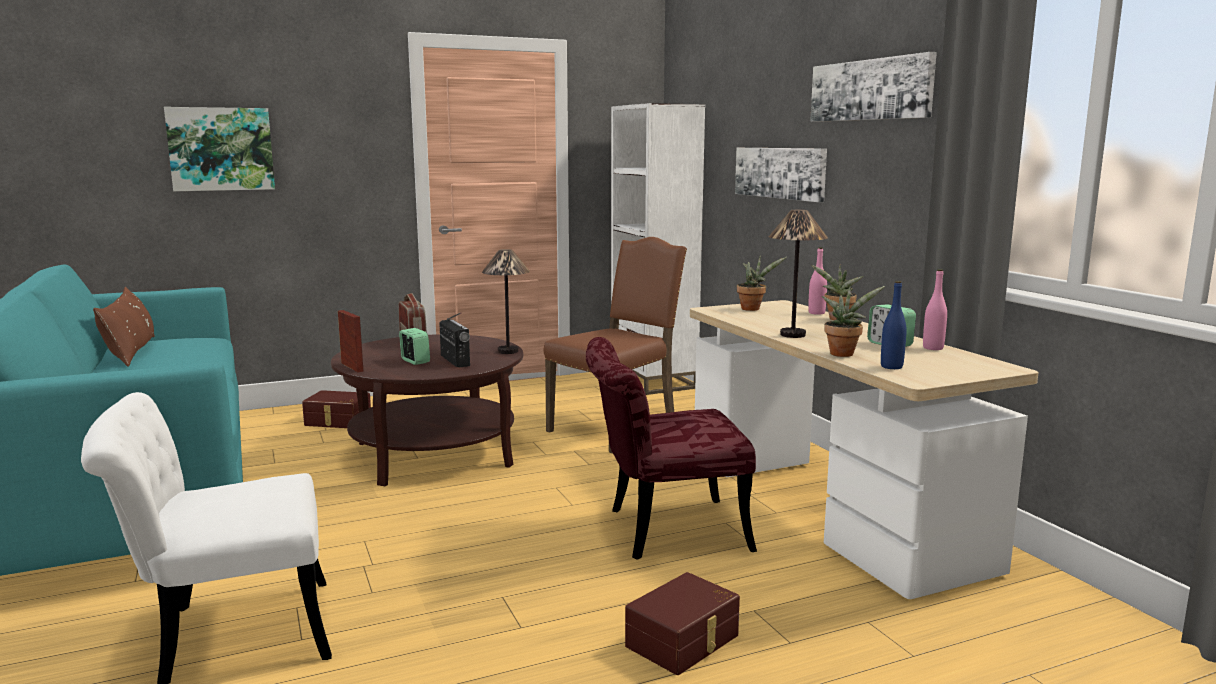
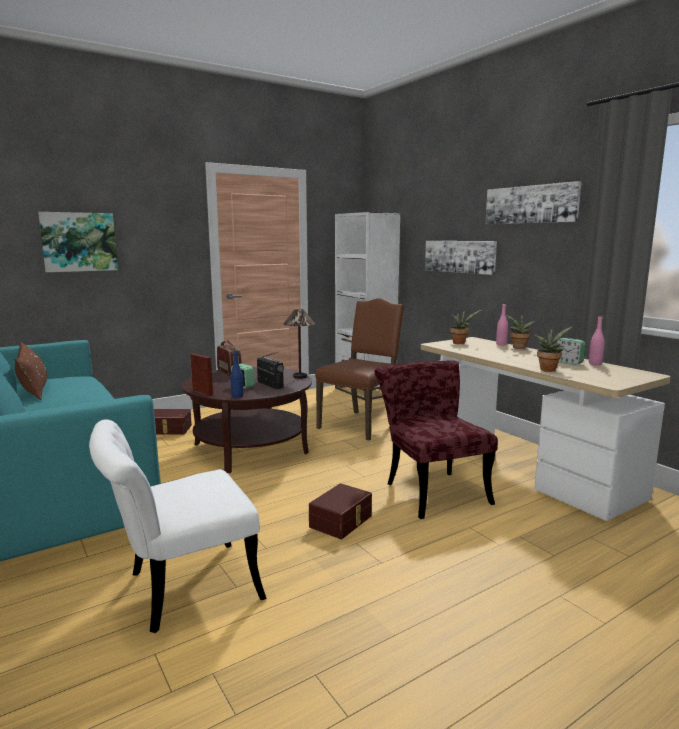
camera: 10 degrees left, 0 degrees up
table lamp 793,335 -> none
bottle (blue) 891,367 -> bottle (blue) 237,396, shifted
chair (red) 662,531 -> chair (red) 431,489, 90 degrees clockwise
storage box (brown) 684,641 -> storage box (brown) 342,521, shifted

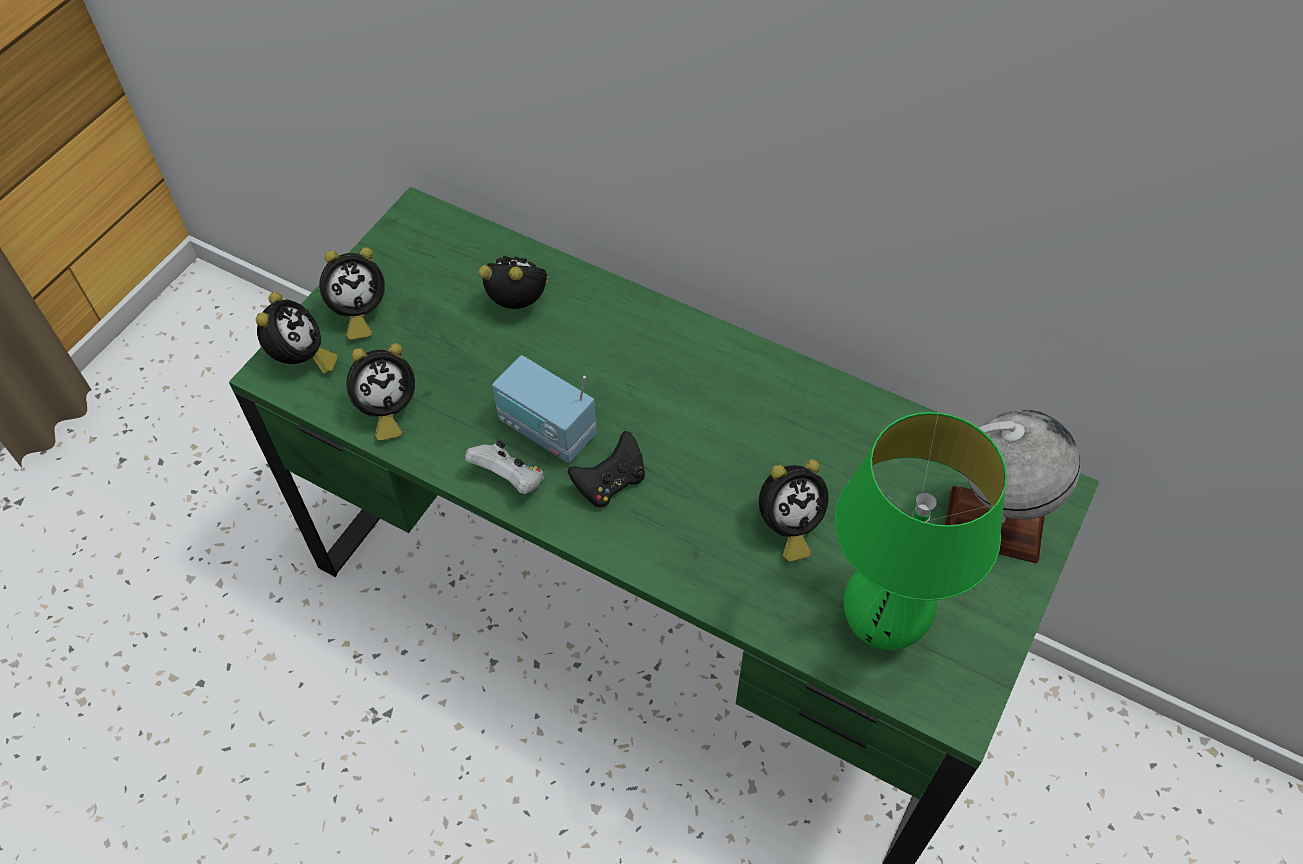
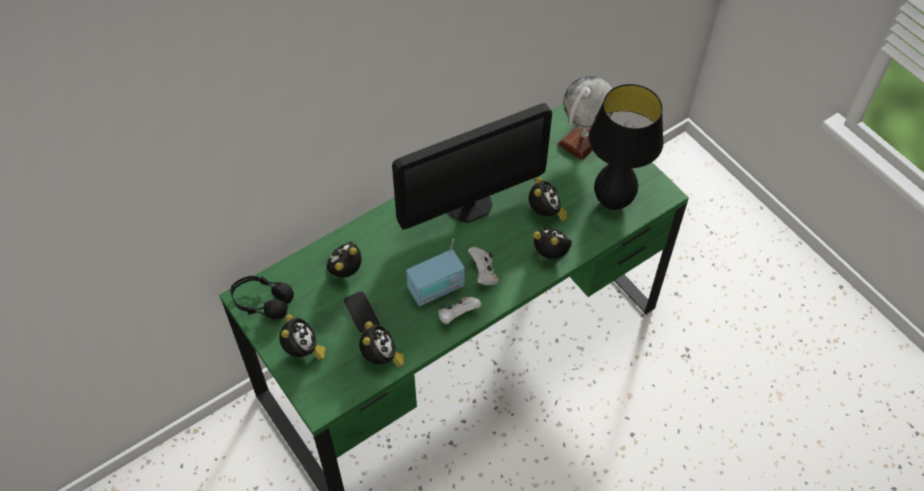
camera: 65 degrees left, 0 degrees up
alarm clock 301,360 -> alarm clock 552,254, shifted
table lamp (green) 880,626 -> table lamp (black) 612,202
game controller (black) 610,483 -> game controller (white) 483,273
none -> monitor 470,205
none -> headphones (black) 262,302
none -> phone 362,313

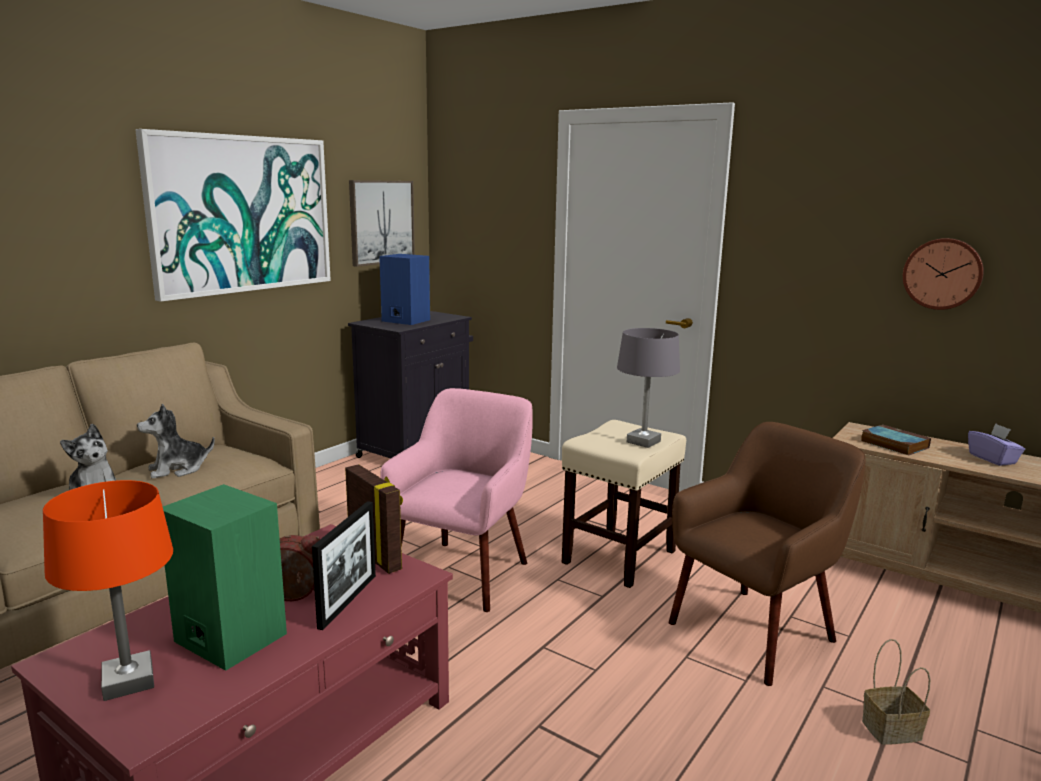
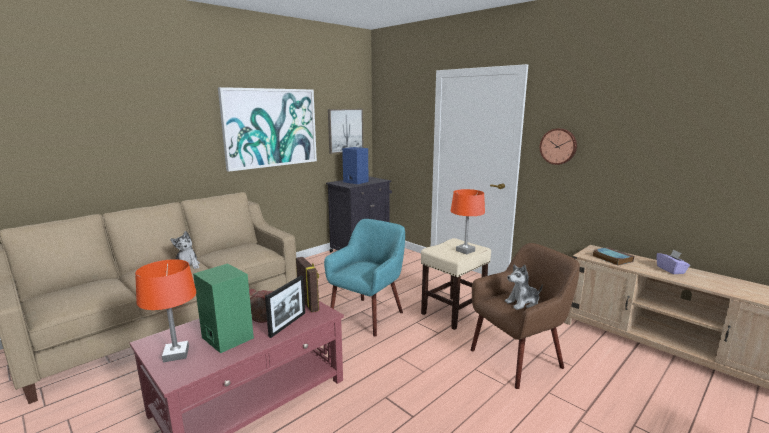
camera: 10 degrees right, 0 degrees up
wall clock 942,273 -> wall clock 558,146, shifted
table lamp (grey) 644,442 -> table lamp (orange) 465,251
armchair (pink) 463,573 -> armchair (turquoise) 368,315
plush toy 177,469 -> plush toy 523,303, shifted
basket 890,731 -> none

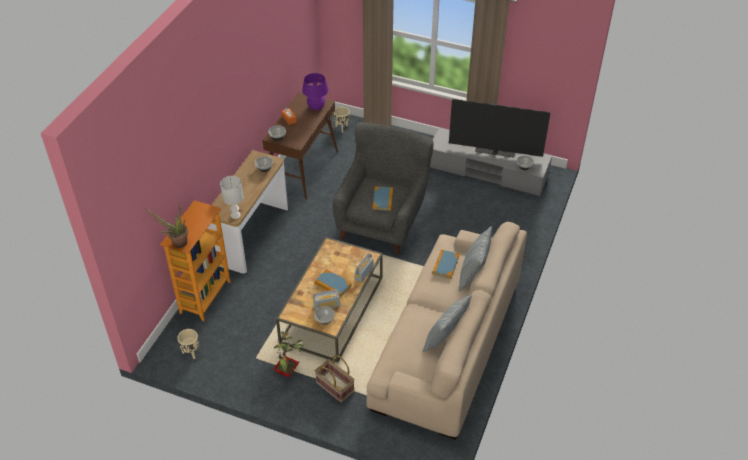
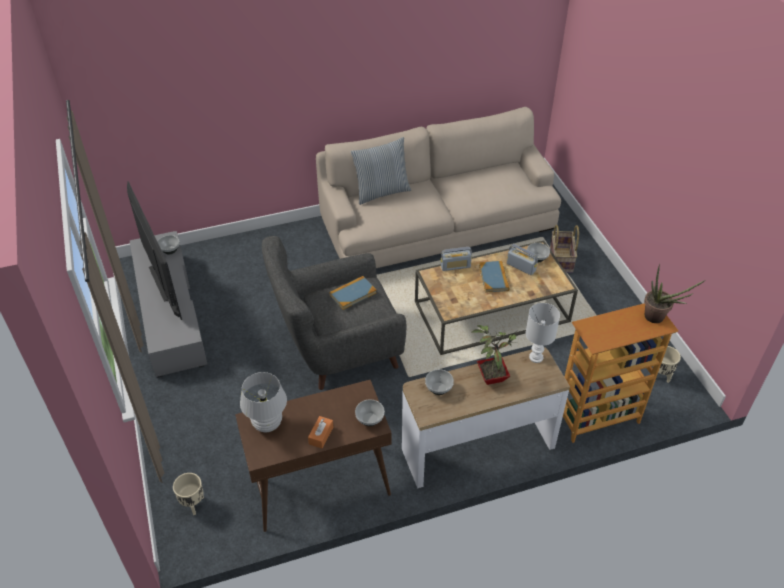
camera: 130 degrees left, 0 degrees up
table lamp (purple) 316,107 -> table lamp (white) 267,424
book 445,265 -> none
pillow 445,339 -> none
potted plant 288,372 -> potted plant 491,376, shifted

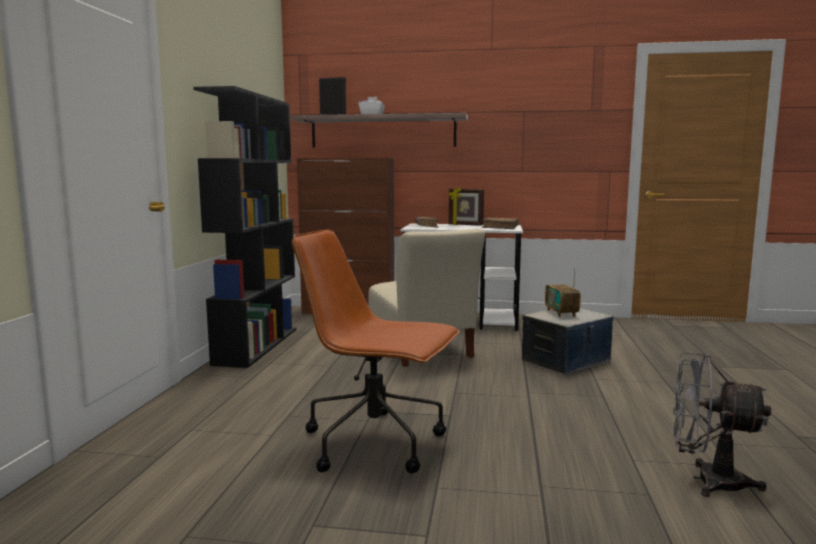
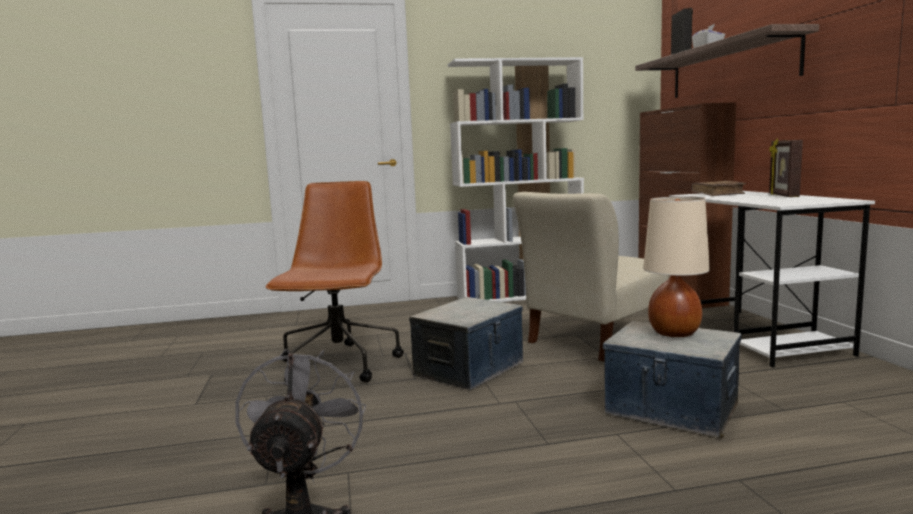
camera: 70 degrees right, 0 degrees up
bookcase (black) 257,345 -> bookcase (white) 520,295
book (brown) 500,227 -> none
radio 561,313 -> table lamp (beige) 674,333
none -> storage box 470,369

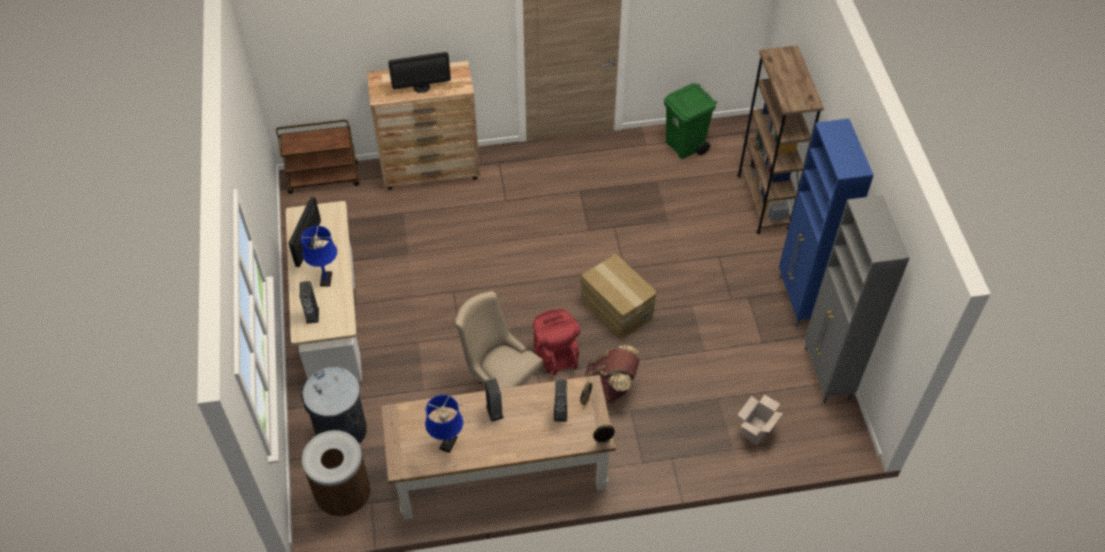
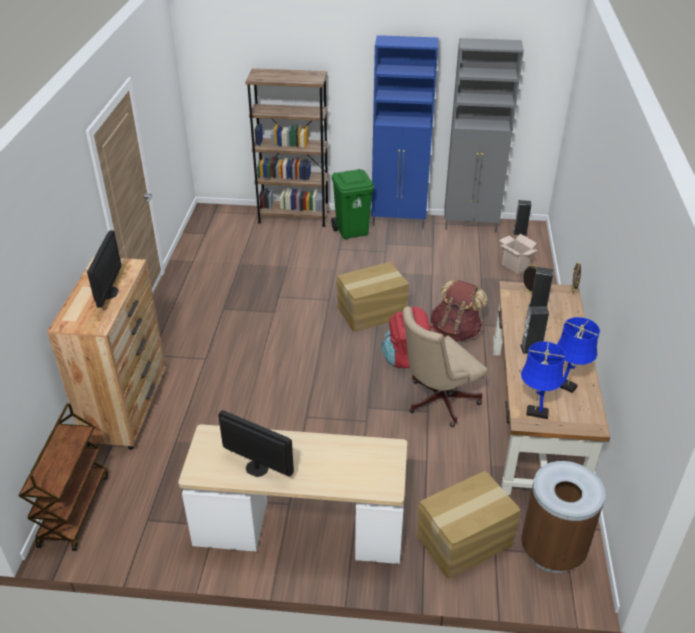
camera: 75 degrees left, 15 degrees down
trash can (green) 685,146 -> trash can (green) 352,231, shifted
table lamp (blue) 326,277 -> table lamp (blue) 535,412, shifted
speaker 312,315 -> speaker 520,232, shifted
trash can (grey) 341,430 -> cardboard box 465,541

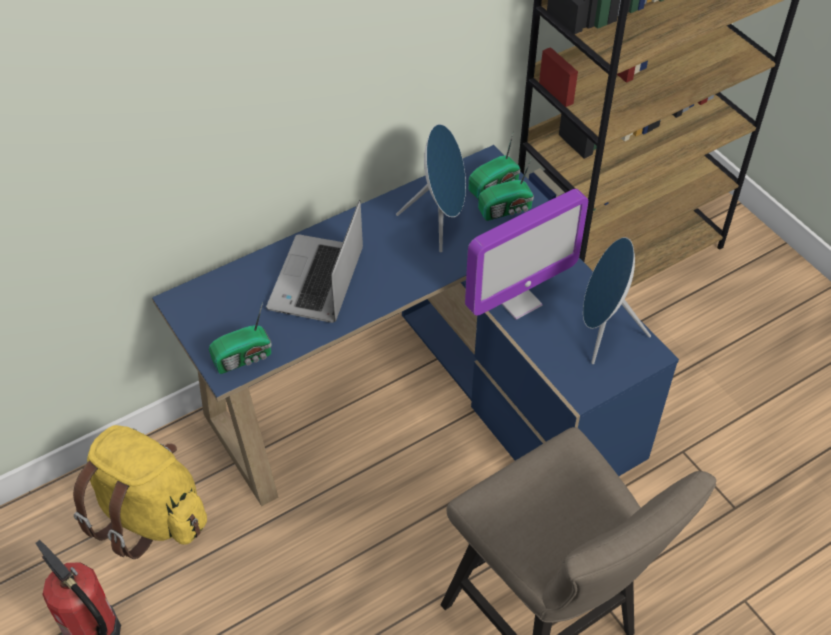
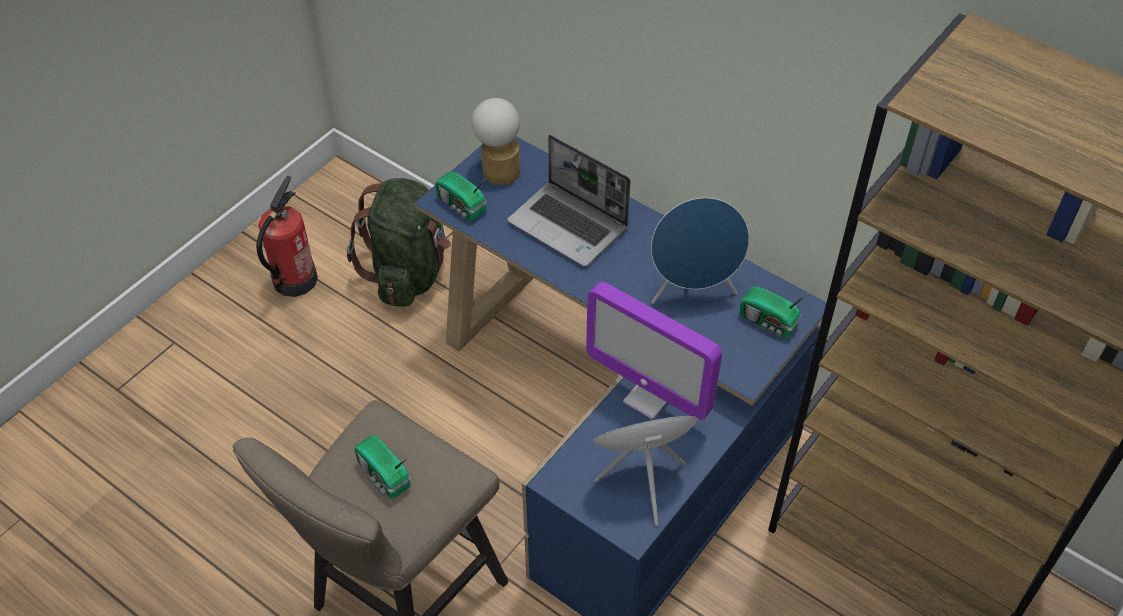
camera: 70 degrees right, 0 degrees up
radio 507,209 -> radio 383,476, shifted
laptop 317,281 -> laptop 569,225, 135 degrees counterclockwise
backpack (yellow) 149,515 -> backpack (green) 408,273
none -> table lamp 499,168

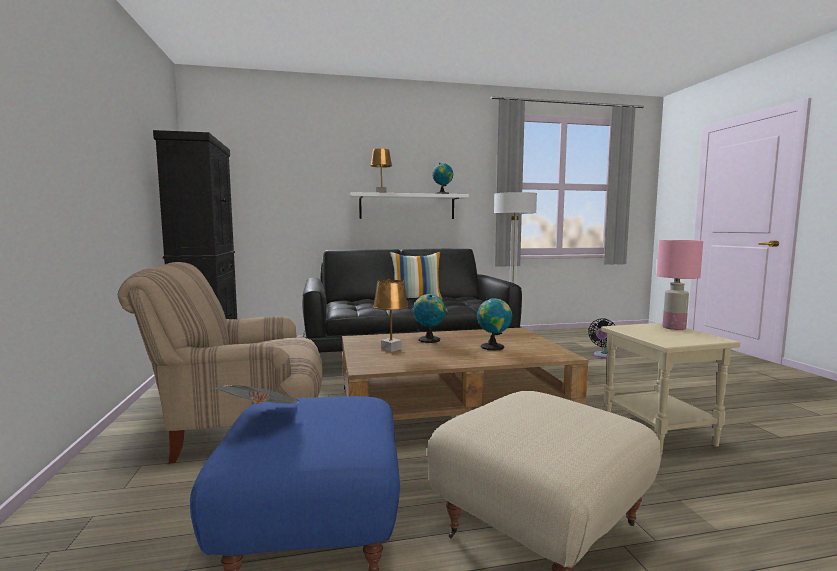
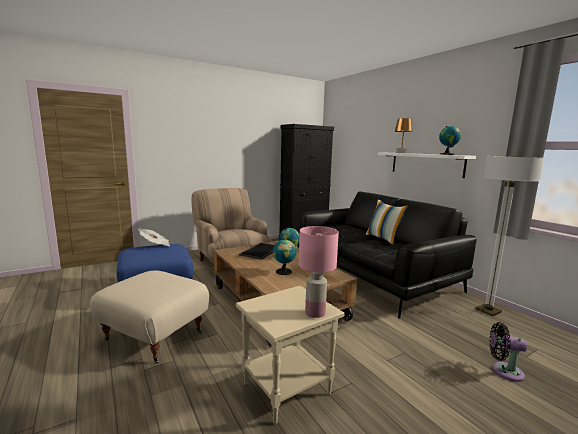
camera: 70 degrees right, 5 degrees up
table lamp (brown) 391,349 -> tray 261,251

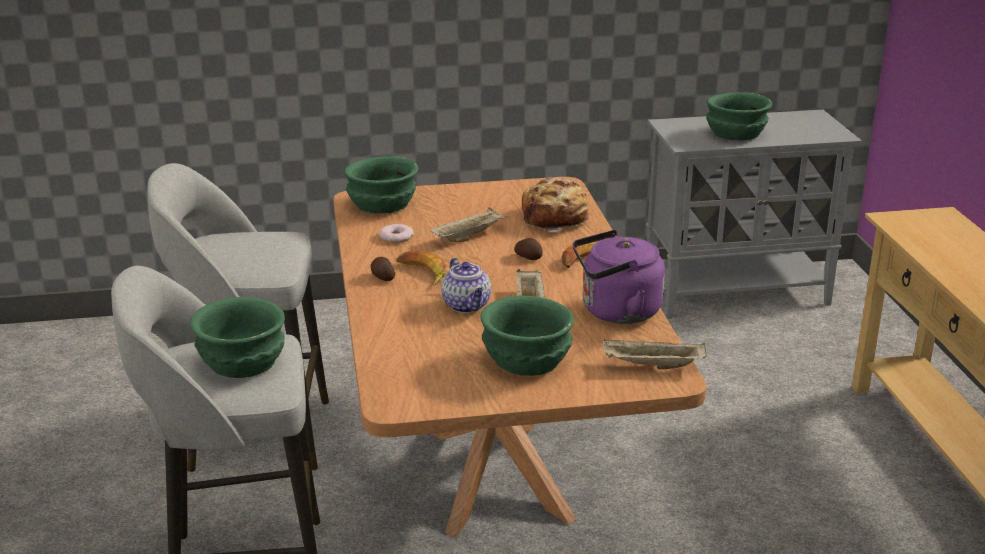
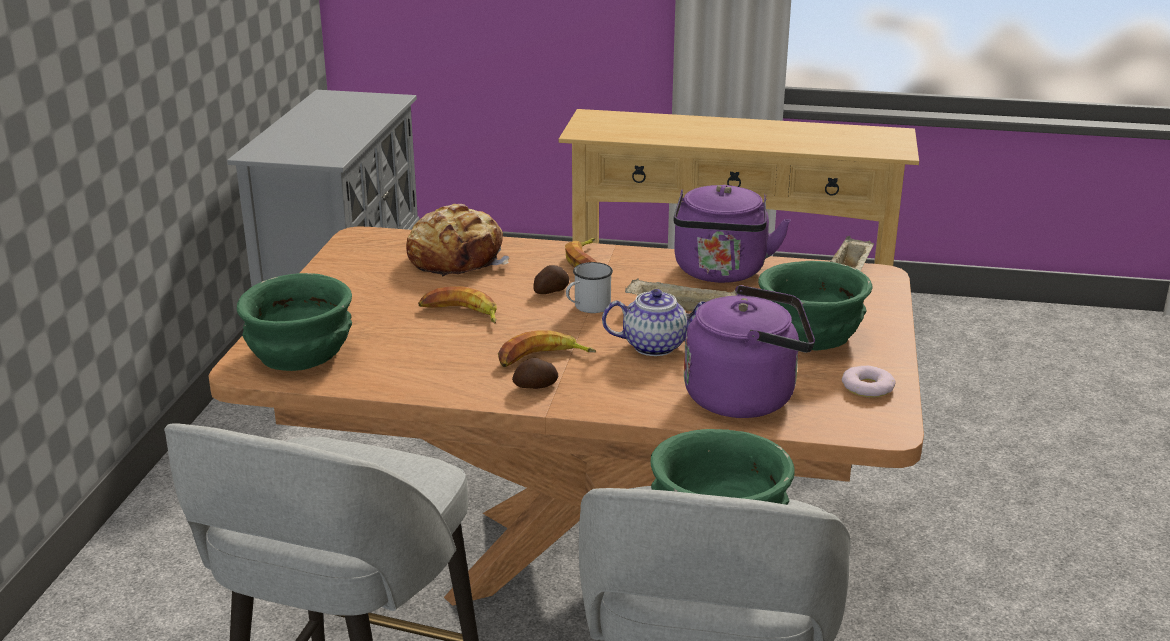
camera: 70 degrees left, 0 degrees up
bowl (green) 735,135 -> none
tray (beige) 469,236 -> banana 460,313
donut 396,237 -> donut 867,387, shifted
none -> mug (white) 587,307
none -> kettle (purple) 746,397

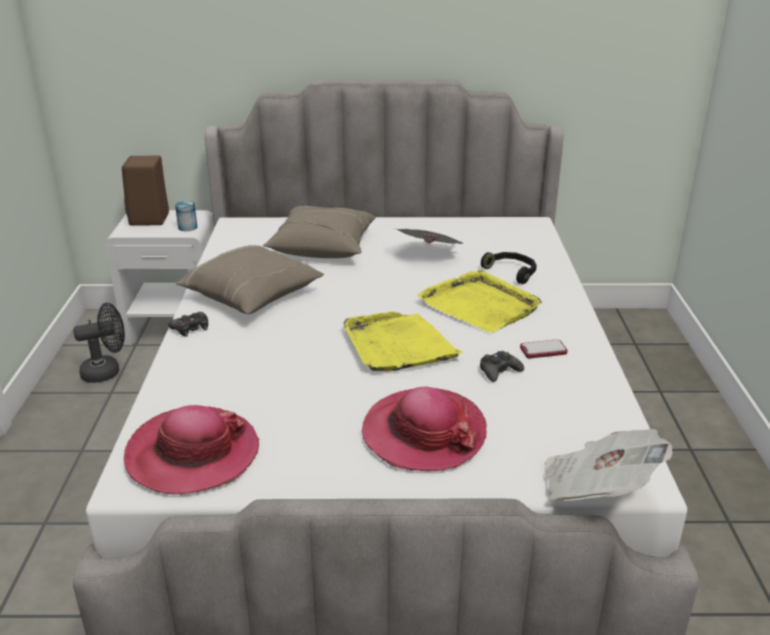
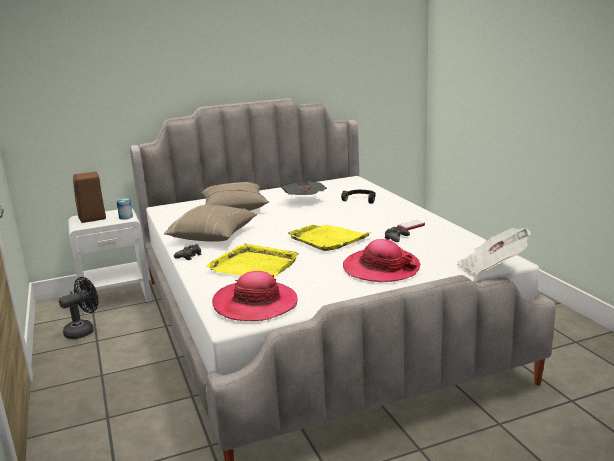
camera: 20 degrees left, 10 degrees down
tray (yellow) 480,305 -> tray (yellow) 254,265, shifted

